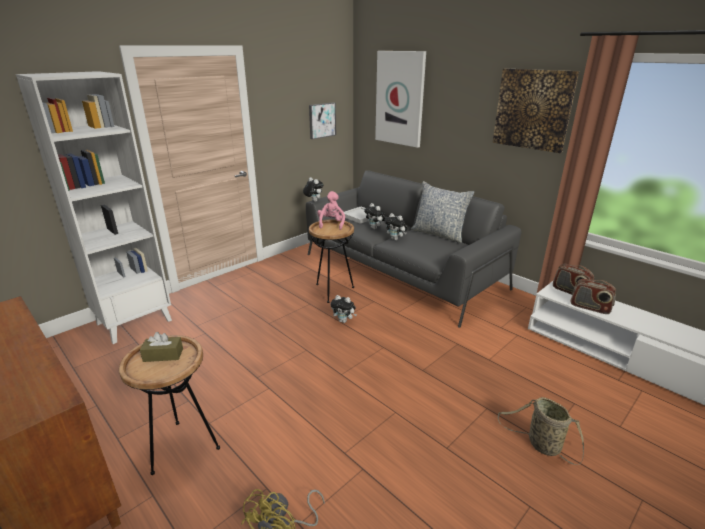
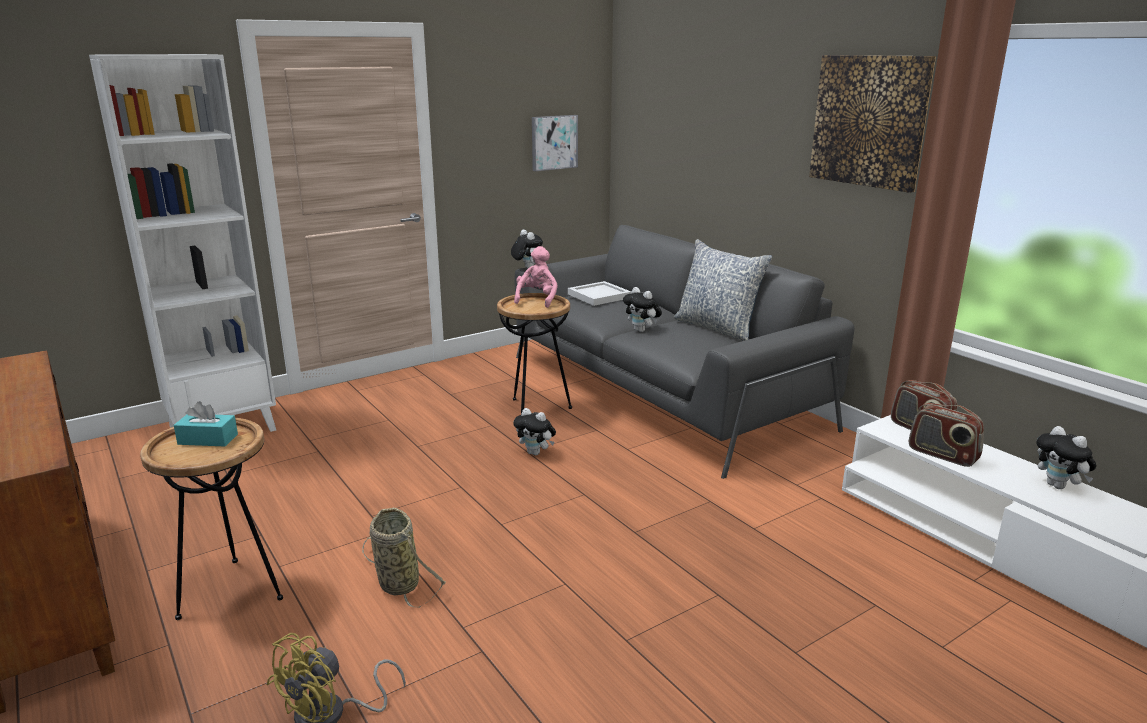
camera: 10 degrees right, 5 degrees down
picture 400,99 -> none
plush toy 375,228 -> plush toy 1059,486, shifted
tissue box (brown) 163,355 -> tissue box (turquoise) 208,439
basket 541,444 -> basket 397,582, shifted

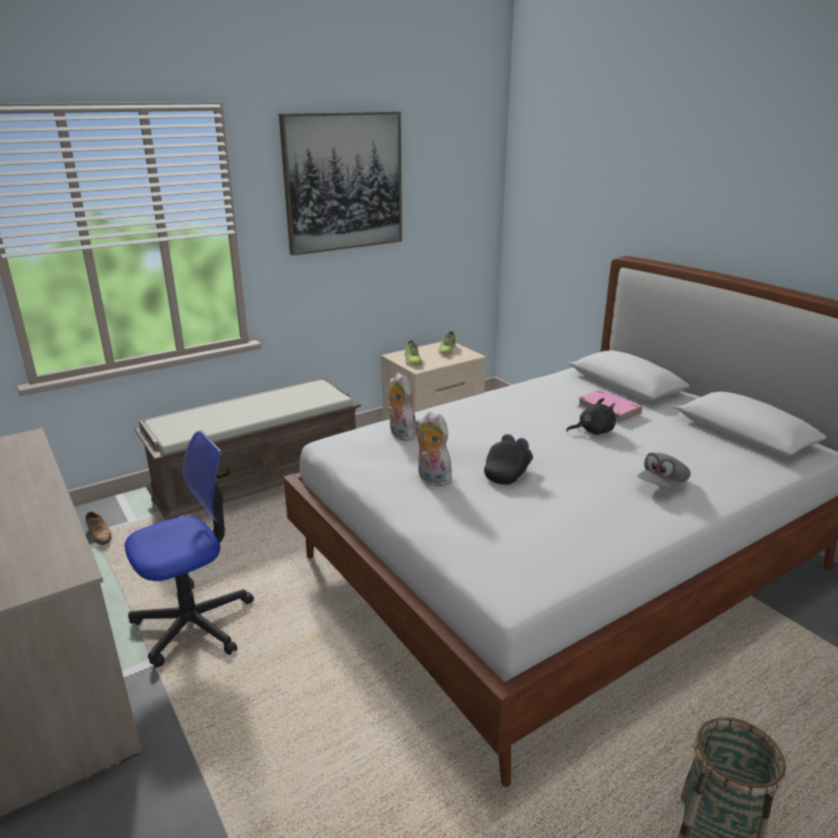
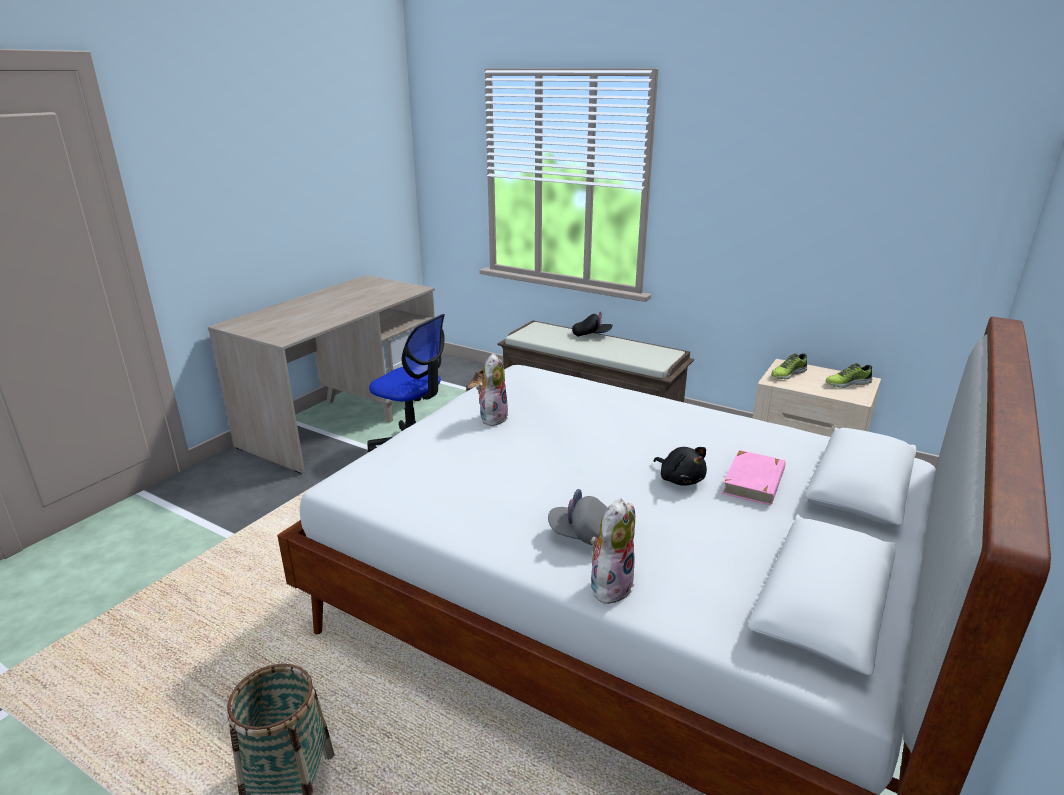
camera: 65 degrees right, 0 degrees up
picture 343,182 -> none
plush toy 400,434 -> plush toy 610,585, shifted
cap (black) 508,472 -> cap (black) 592,335, shifted

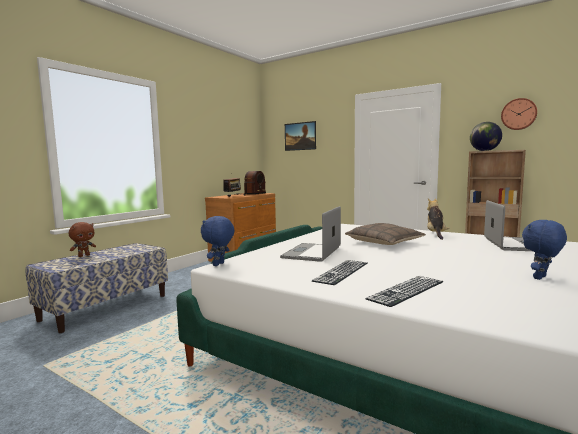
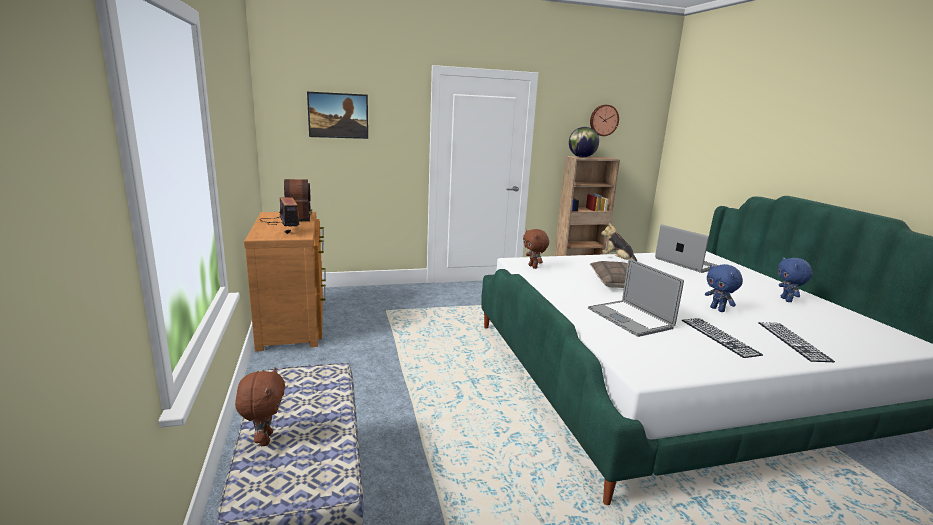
camera: 50 degrees left, 10 degrees up
plush toy (blue) 219,264 -> plush toy (blue) 718,309, shifted
none -> plush toy (brown) 533,267

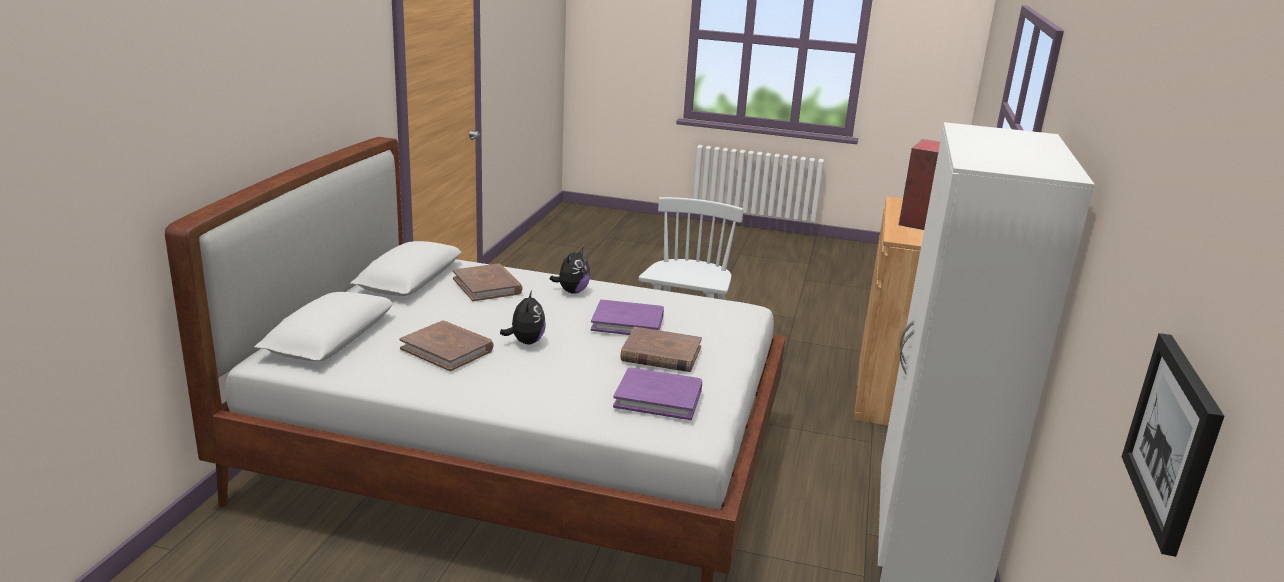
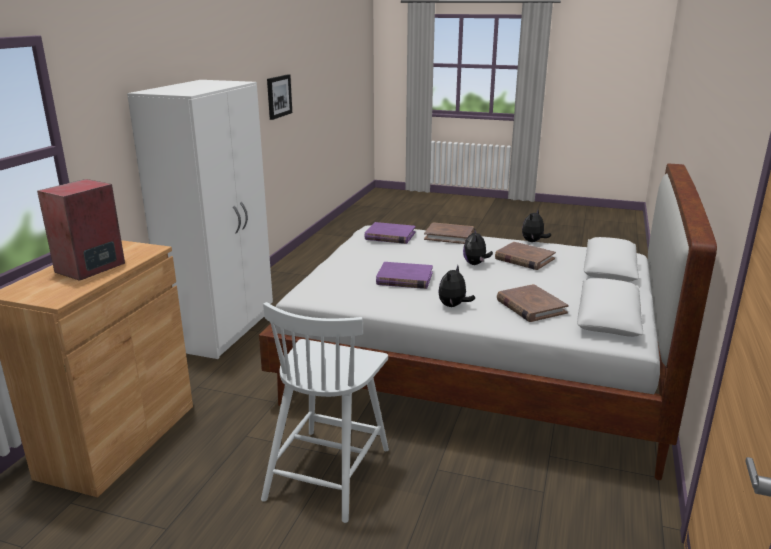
camera: 175 degrees left, 0 degrees up
book (brown) 661,354 -> book (brown) 449,236, shifted
none -> plush toy 533,241

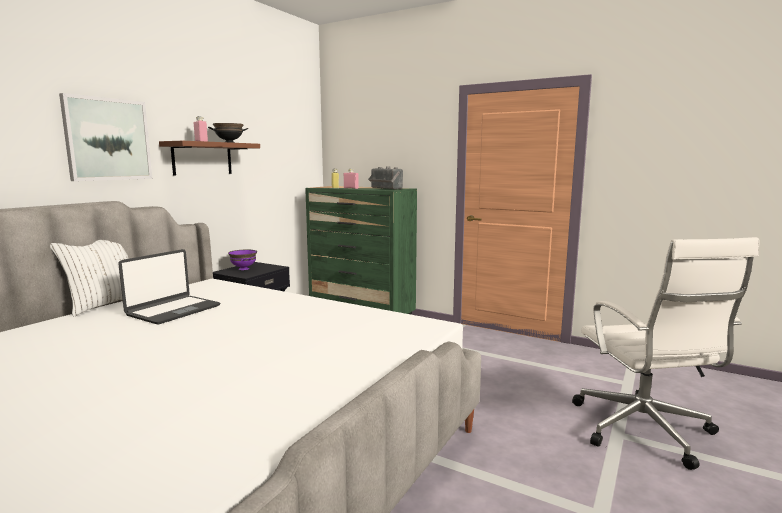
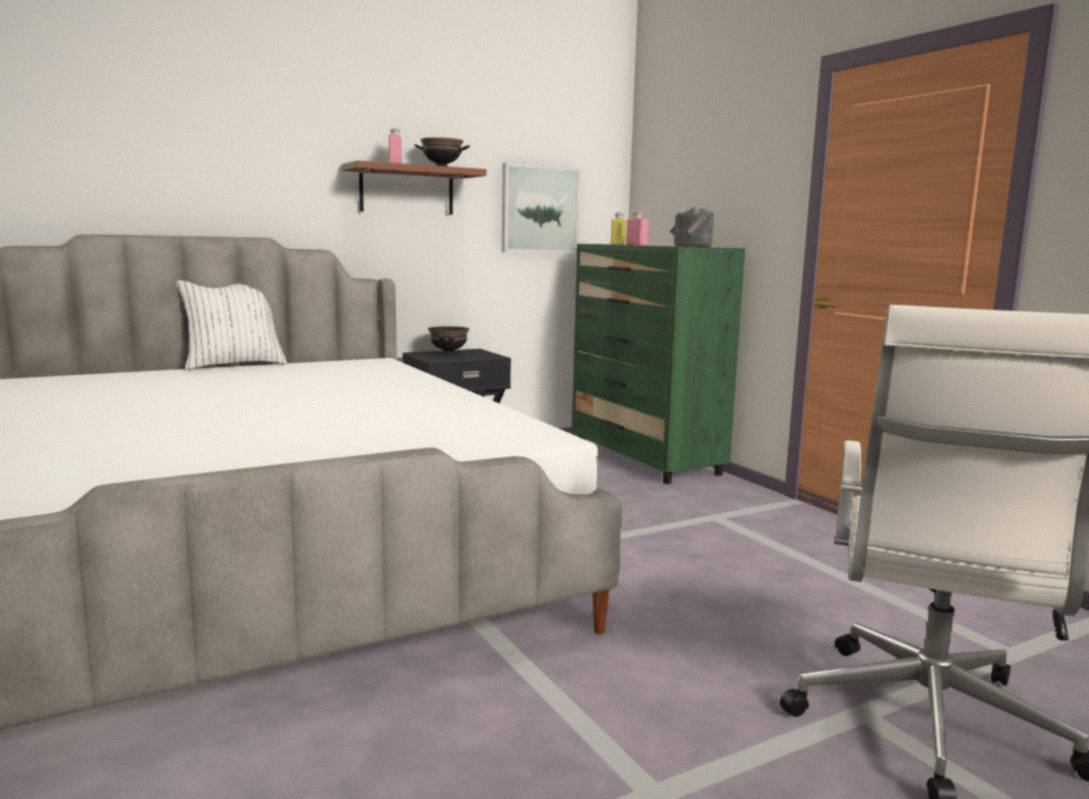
camera: 30 degrees right, 0 degrees up
picture 107,139 -> picture 540,209, shifted
laptop 173,310 -> none
bowl (purple) 244,269 -> bowl (black) 449,353

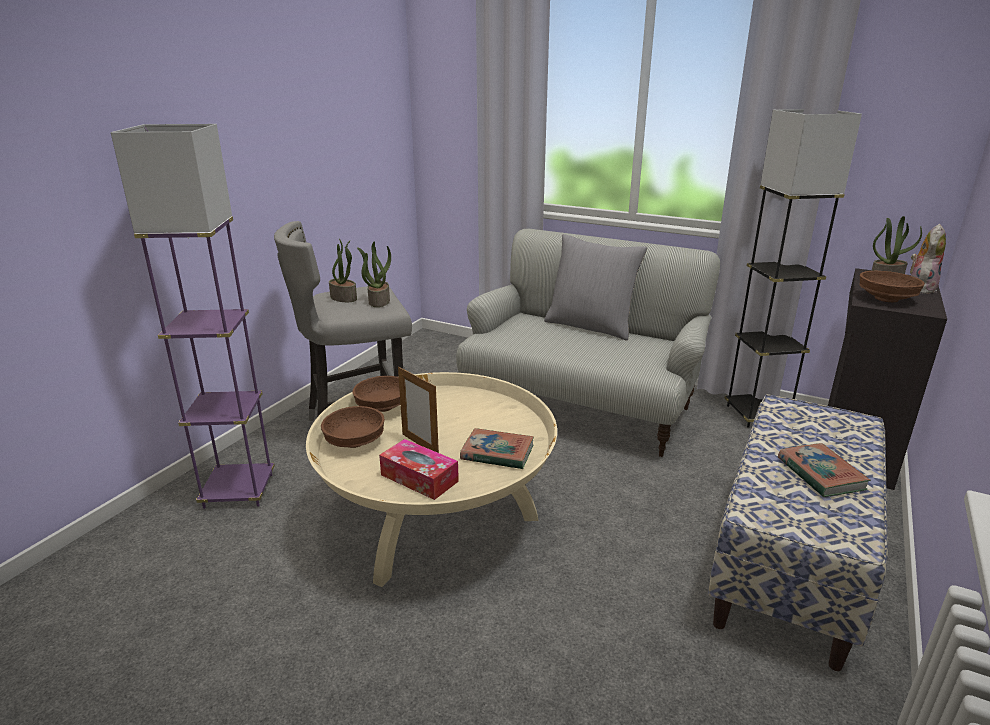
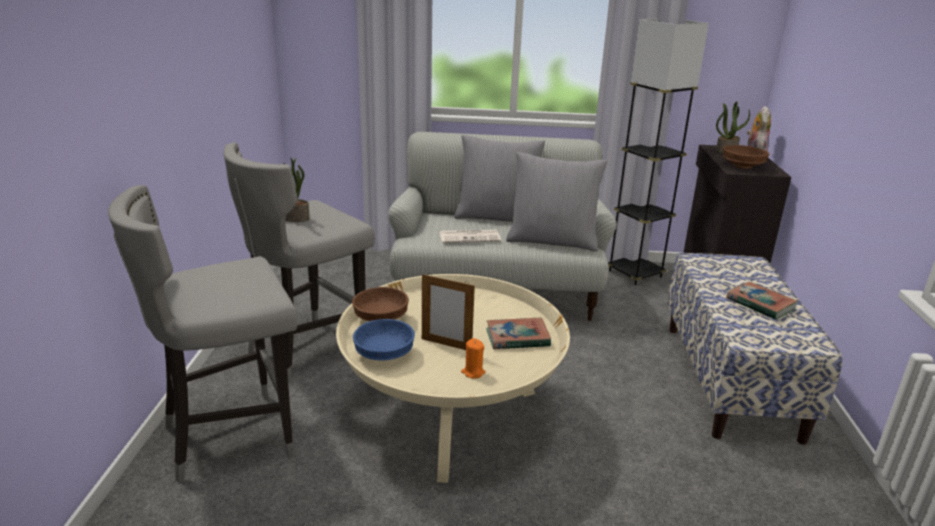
camera: 25 degrees left, 0 degrees up
floor lamp (purple) 238,491 -> stool (grey) 231,436
potted plant 378,301 -> none
bowl (brown) 354,441 -> bowl (blue) 383,354
tissue box 419,478 -> candle (orange) 473,372
none -> pillow (grey) 552,241
none -> newspaper 470,237

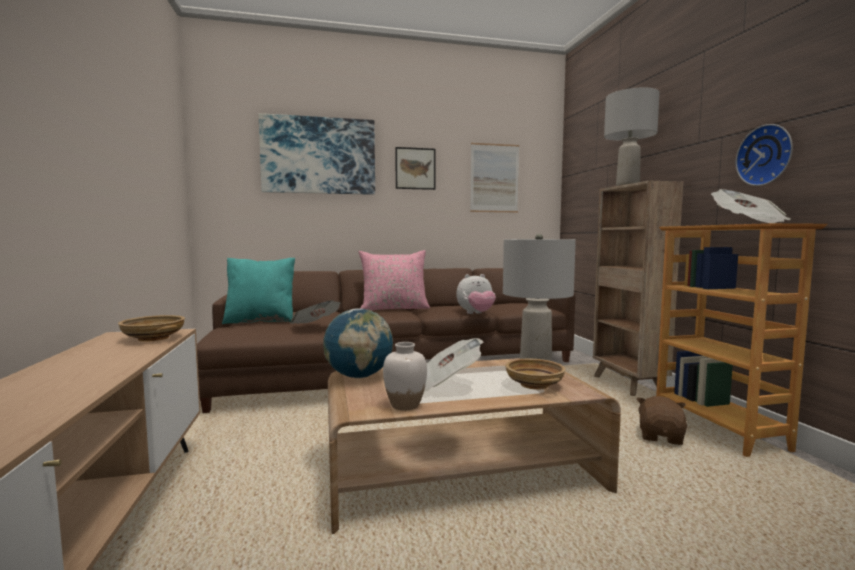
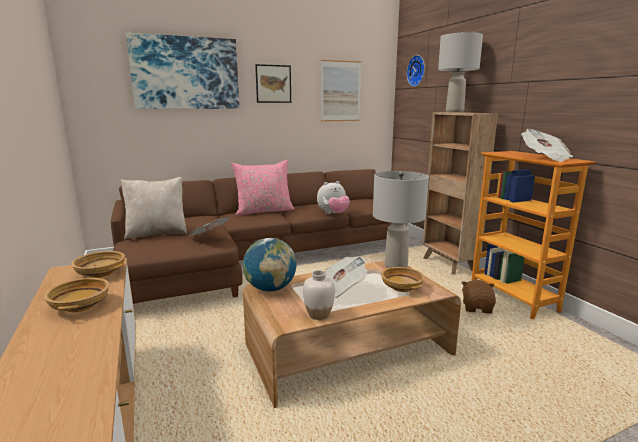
camera: 10 degrees left, 10 degrees up
wall clock 766,155 -> wall clock 417,70, shifted
pillow (turquoise) 261,321 -> pillow (beige) 157,233
none -> bowl (beige) 80,306

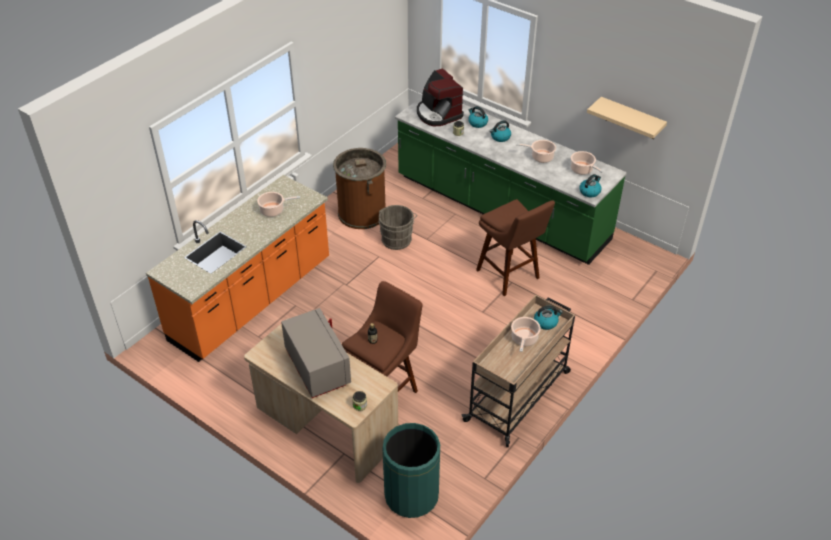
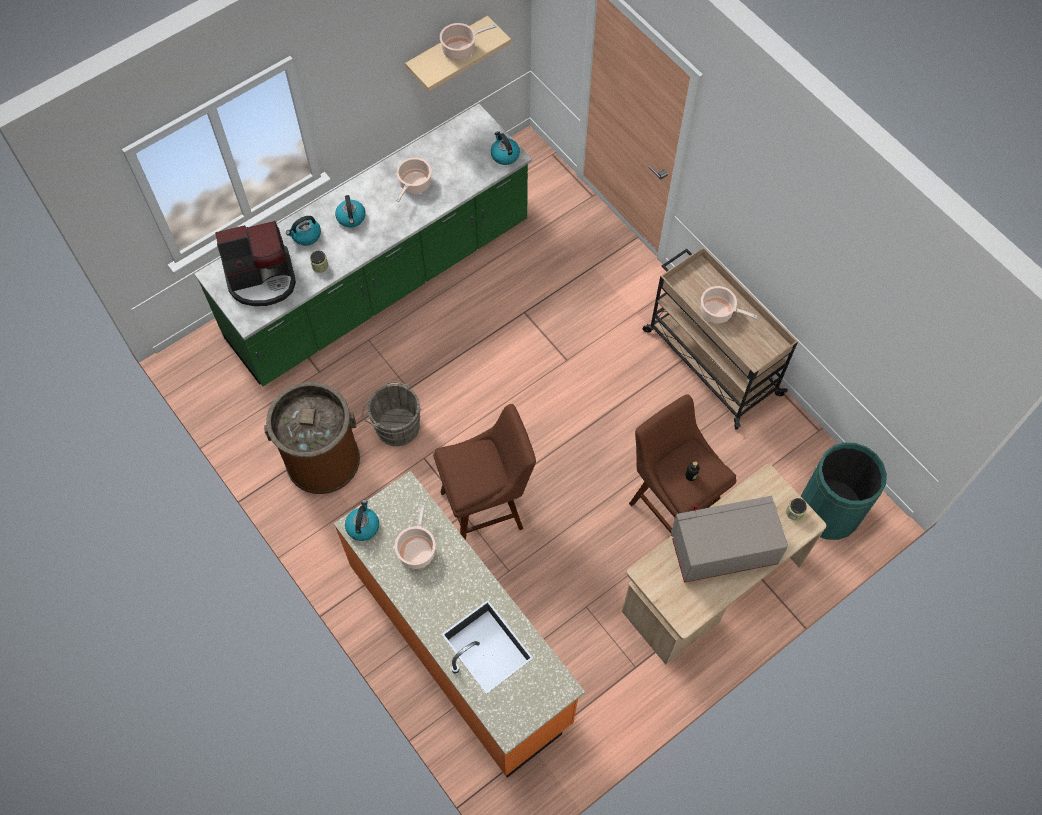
camera: 75 degrees left, 20 degrees up
cooking pot 582,170 -> cooking pot 461,49, shifted
stool (brown) 510,276 -> stool (brown) 487,508, shifted
kettle 546,322 -> kettle 363,526, shifted

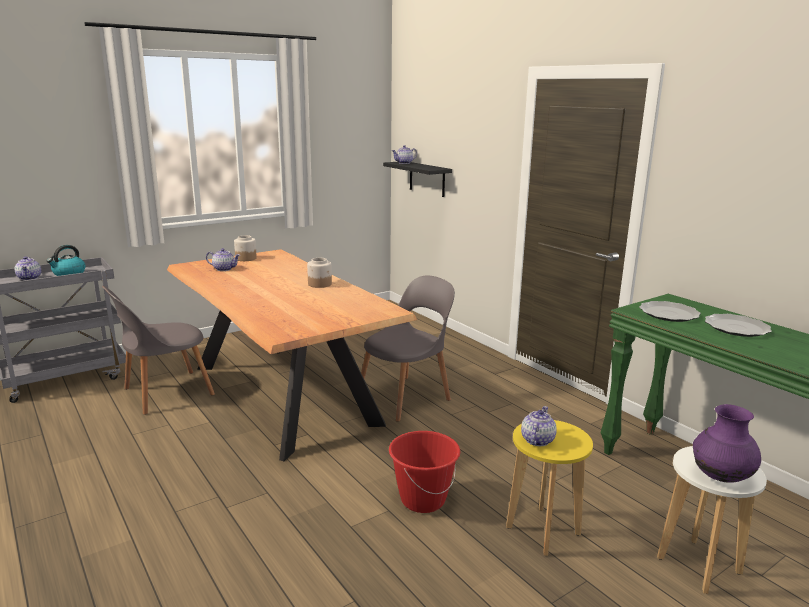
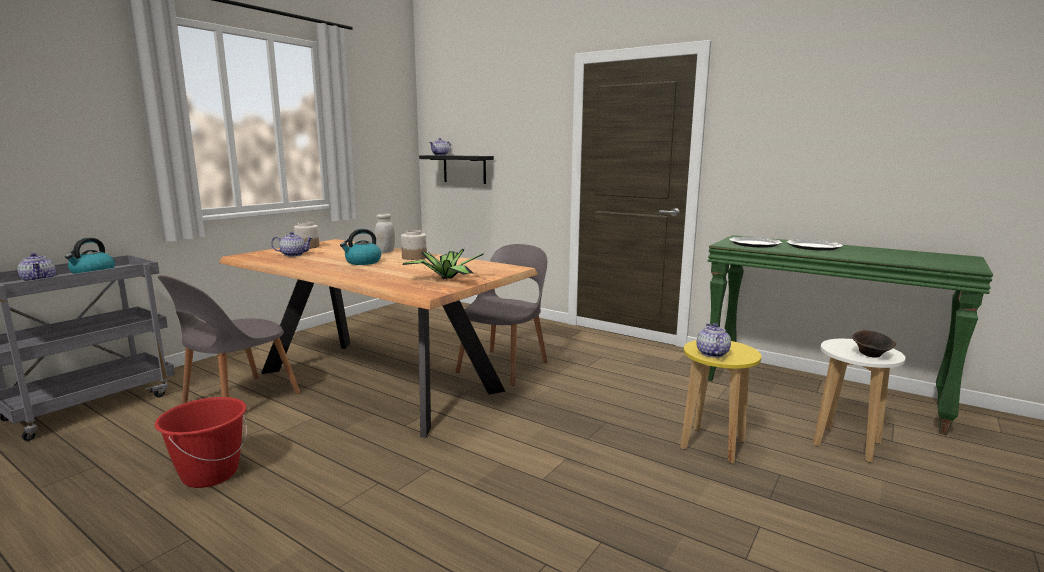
camera: 20 degrees left, 5 degrees down
vase (purple) 721,477 -> bowl (brown) 871,355
bucket (red) 422,499 -> bucket (red) 210,474, shifted
none -> jar (white) 385,252
none -> kettle 363,262
none -> potted plant 445,278

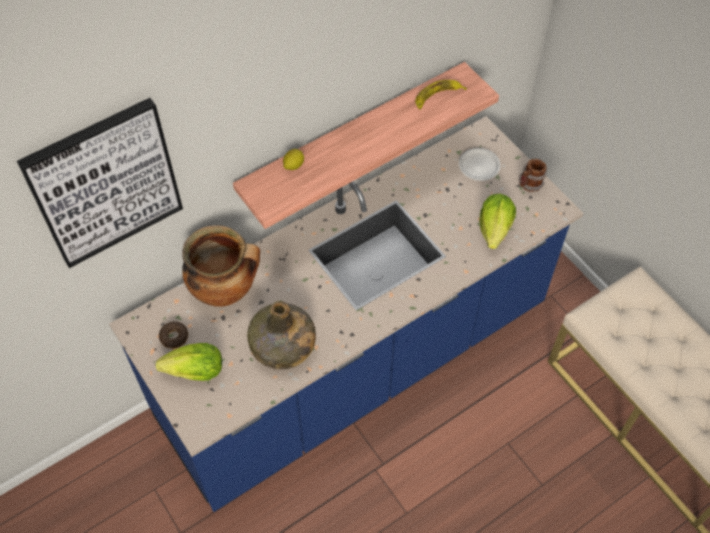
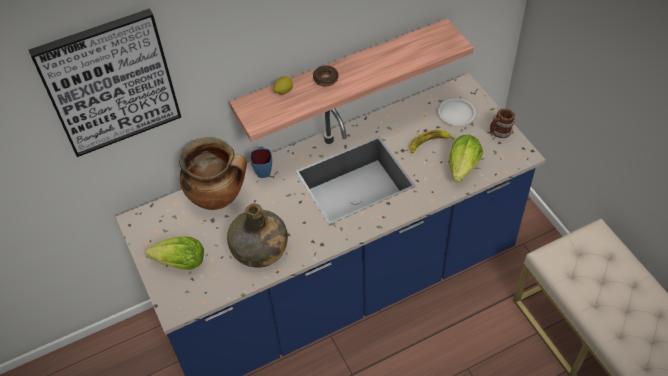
camera: 10 degrees right, 5 degrees down
banana 437,96 -> banana 429,143, shifted
donut 174,337 -> donut 325,79, shifted
none -> mug (blue) 263,169

